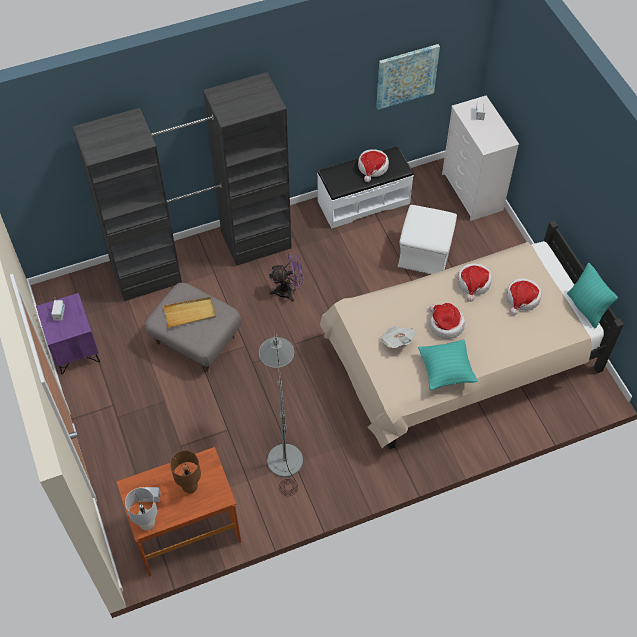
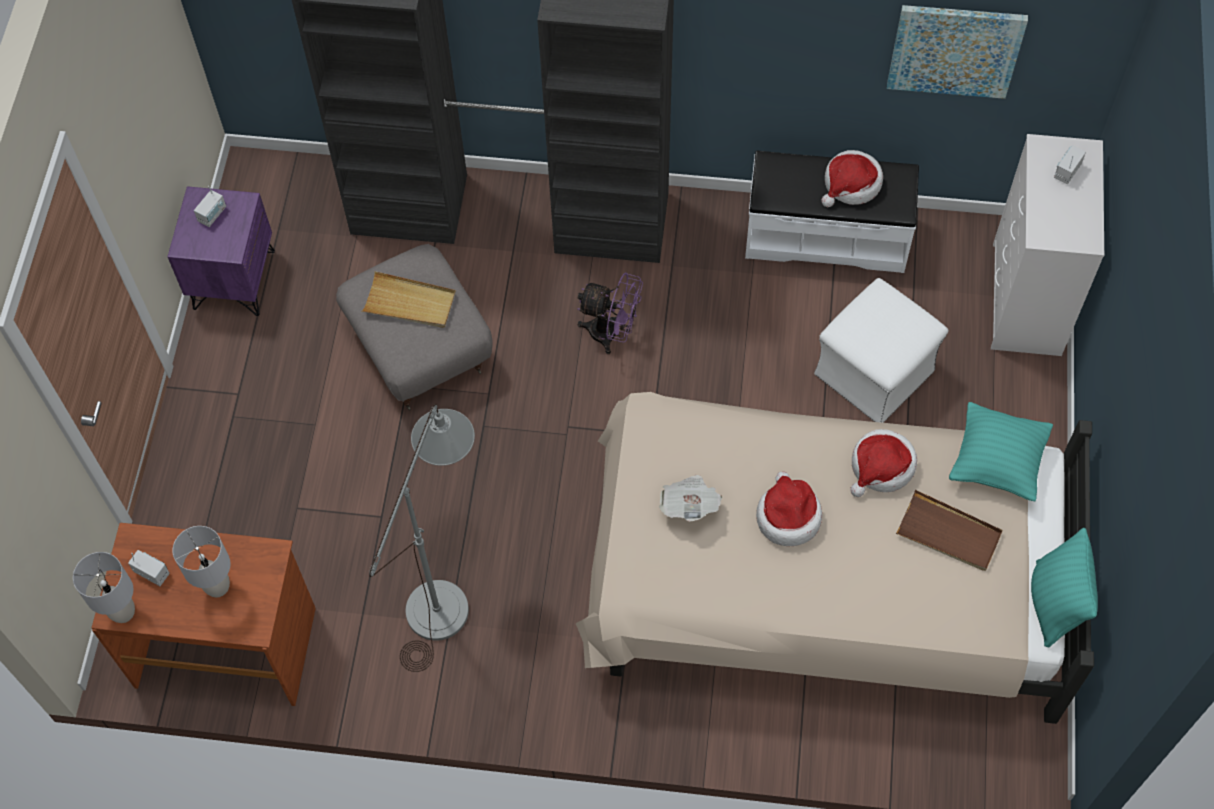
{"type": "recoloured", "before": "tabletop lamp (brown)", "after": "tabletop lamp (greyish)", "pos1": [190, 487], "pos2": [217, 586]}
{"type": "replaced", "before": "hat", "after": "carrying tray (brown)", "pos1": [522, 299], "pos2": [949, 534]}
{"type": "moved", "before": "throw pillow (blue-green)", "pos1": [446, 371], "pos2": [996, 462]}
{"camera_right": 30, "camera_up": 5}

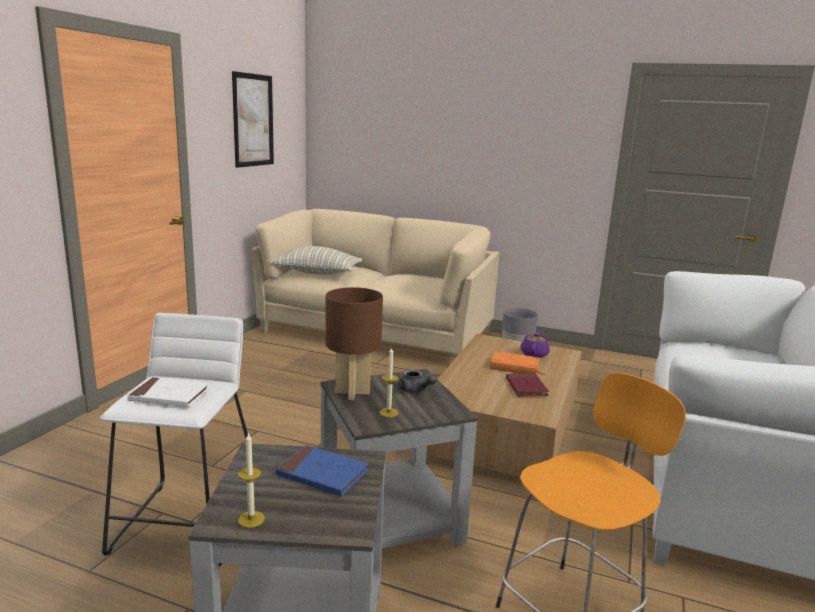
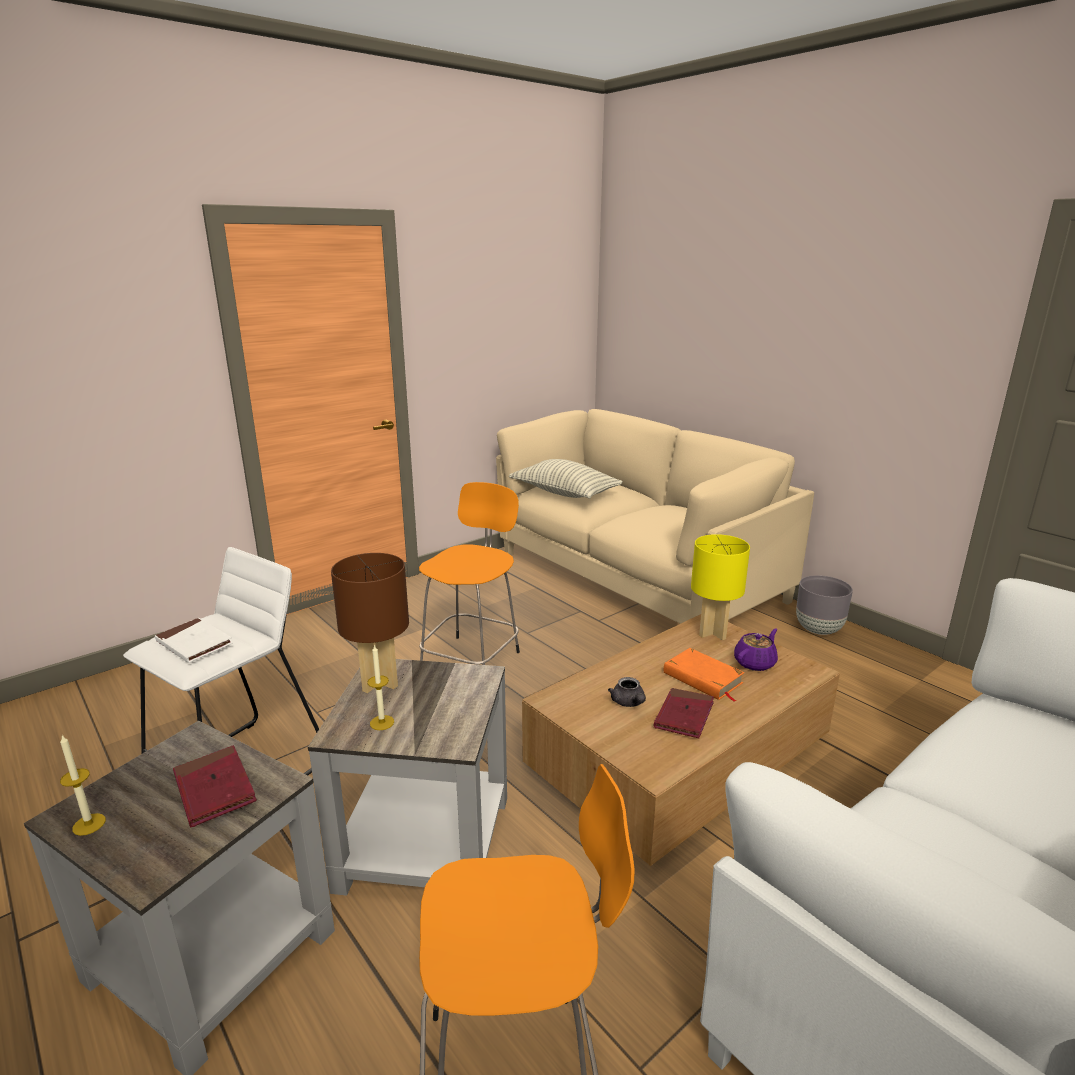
{"type": "recoloured", "before": "book (blue)", "after": "book (reddish)", "pos1": [322, 474], "pos2": [214, 789]}
{"type": "added", "after": "sitting stool (orange)", "pos2": [472, 660]}
{"type": "moved", "before": "pot for tea (greyish)", "pos1": [415, 391], "pos2": [629, 703]}
{"type": "added", "after": "tabletop lamp (yellowish)", "pos2": [712, 633]}
{"type": "removed", "before": "wall picture", "pos1": [253, 120]}
{"camera_right": 30, "camera_up": 5}

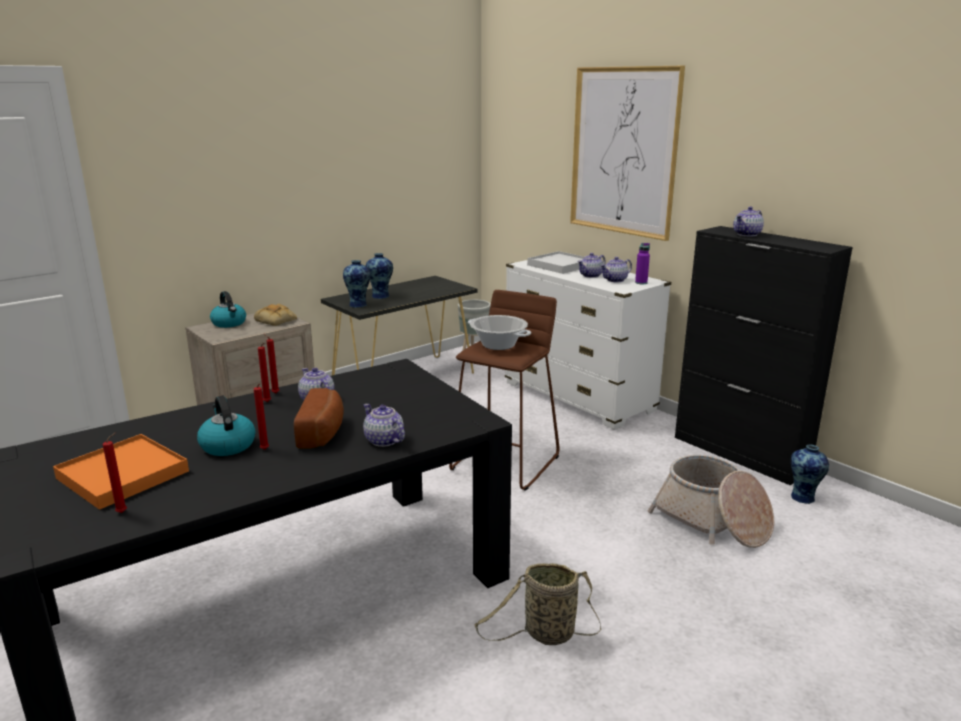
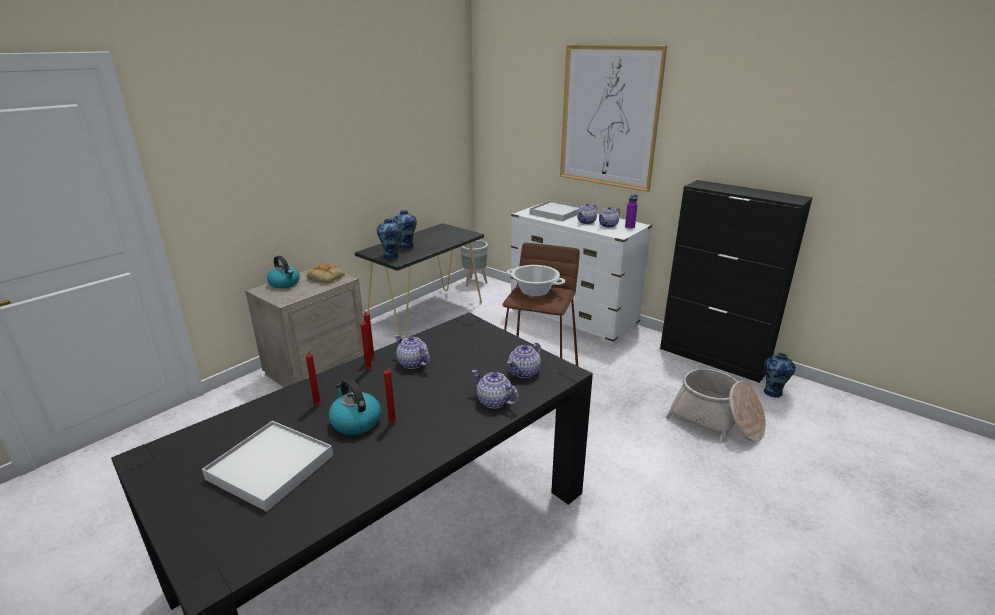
{"type": "recoloured", "before": "carrying tray (orange)", "after": "carrying tray (white)", "pos1": [123, 475], "pos2": [270, 467]}
{"type": "moved", "before": "wax light (reddish)", "pos1": [123, 512], "pos2": [318, 404]}
{"type": "moved", "before": "pot for tea", "pos1": [747, 234], "pos2": [524, 372]}
{"type": "removed", "before": "baked bread", "pos1": [323, 432]}
{"type": "removed", "before": "basket", "pos1": [545, 634]}
{"camera_right": -10, "camera_up": 5}

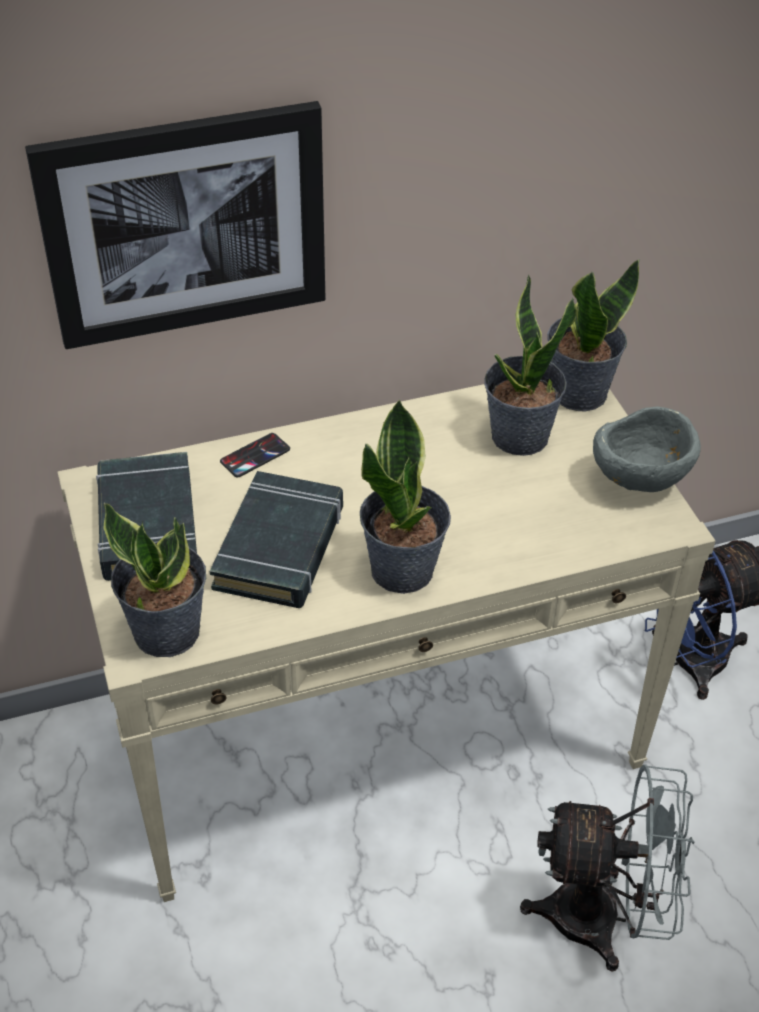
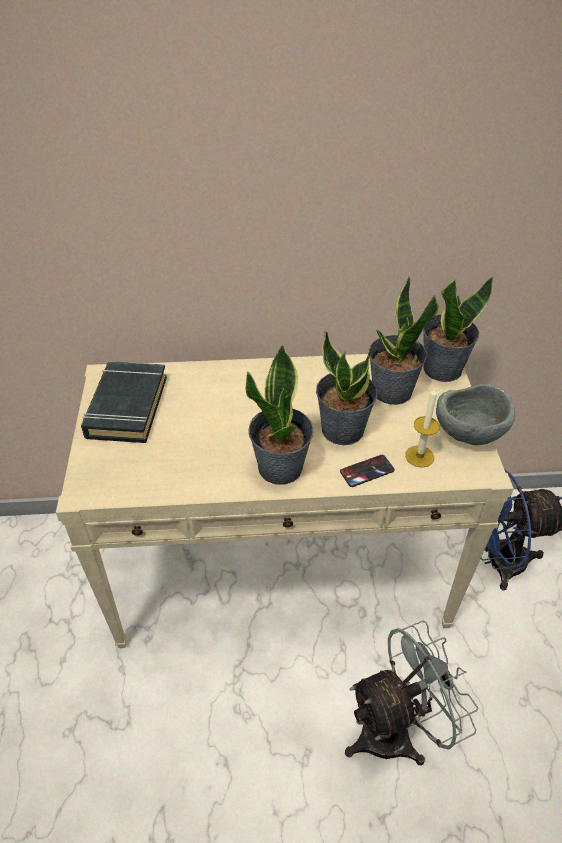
{"type": "moved", "before": "plant in a pot", "pos1": [166, 630], "pos2": [342, 429]}
{"type": "moved", "before": "handset", "pos1": [255, 455], "pos2": [367, 471]}
{"type": "turned", "before": "cooling fan (greyish)", "pos1": [604, 918], "pos2": [396, 730], "turn": -45}
{"type": "added", "after": "wax light", "pos2": [419, 456]}
{"type": "removed", "before": "wall picture", "pos1": [185, 225]}
{"type": "removed", "before": "book (black-coloured)", "pos1": [280, 547]}
{"camera_right": 15, "camera_up": 0}

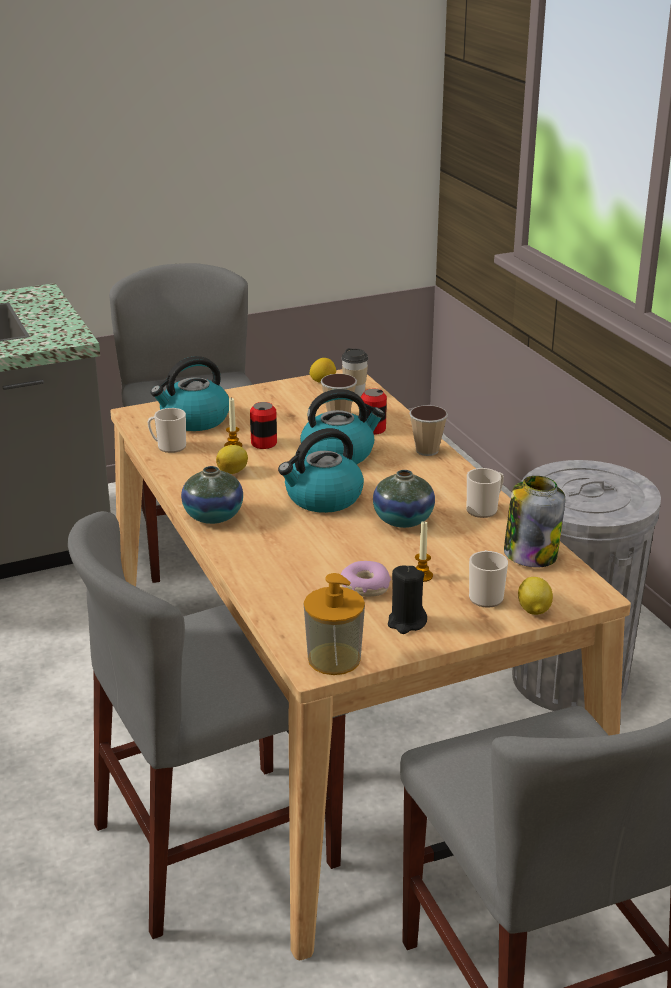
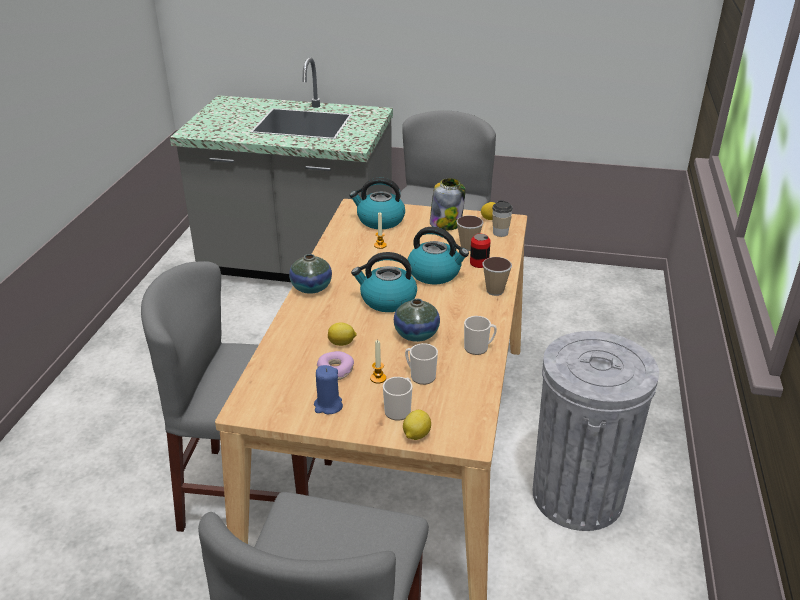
{"type": "recoloured", "before": "wax light (black-coloured)", "after": "wax light (blue)", "pos1": [406, 622], "pos2": [328, 406]}
{"type": "moved", "before": "citrus fruit", "pos1": [233, 471], "pos2": [342, 343]}
{"type": "moved", "before": "coffee mug", "pos1": [168, 447], "pos2": [420, 376]}
{"type": "moved", "before": "preserve jar", "pos1": [530, 554], "pos2": [446, 223]}
{"type": "removed", "before": "sealed can", "pos1": [264, 443]}
{"type": "removed", "before": "liquid soap bottle", "pos1": [334, 659]}
{"camera_right": 35, "camera_up": 5}

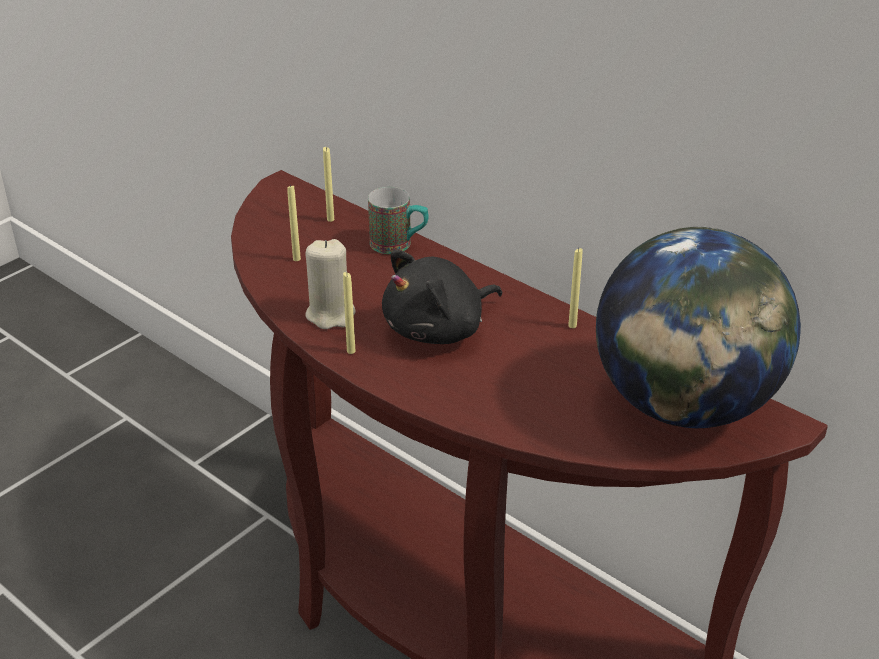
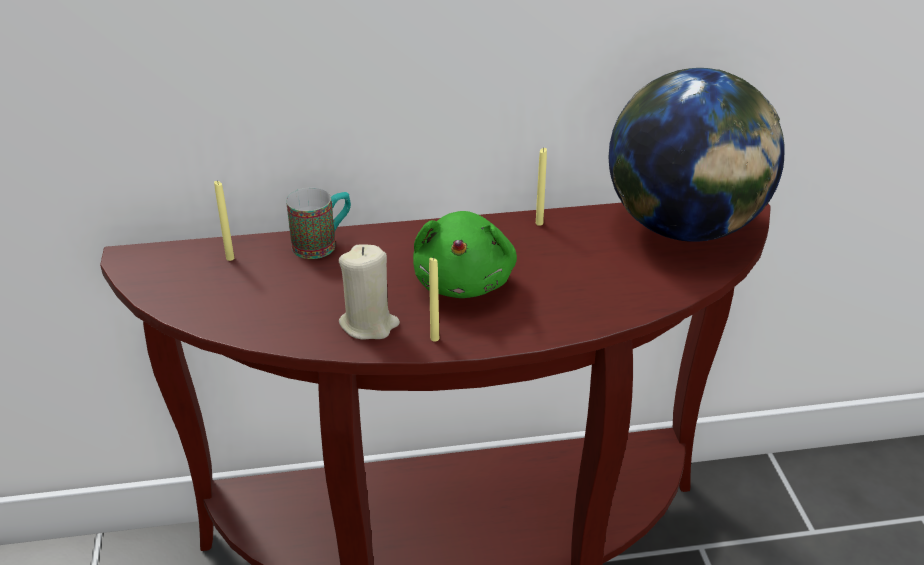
{"type": "recoloured", "before": "soft toy (black-coloured)", "after": "soft toy (green)", "pos1": [439, 329], "pos2": [464, 282]}
{"type": "removed", "before": "wax light (yellowish)", "pos1": [296, 259]}
{"camera_right": -50, "camera_up": 0}

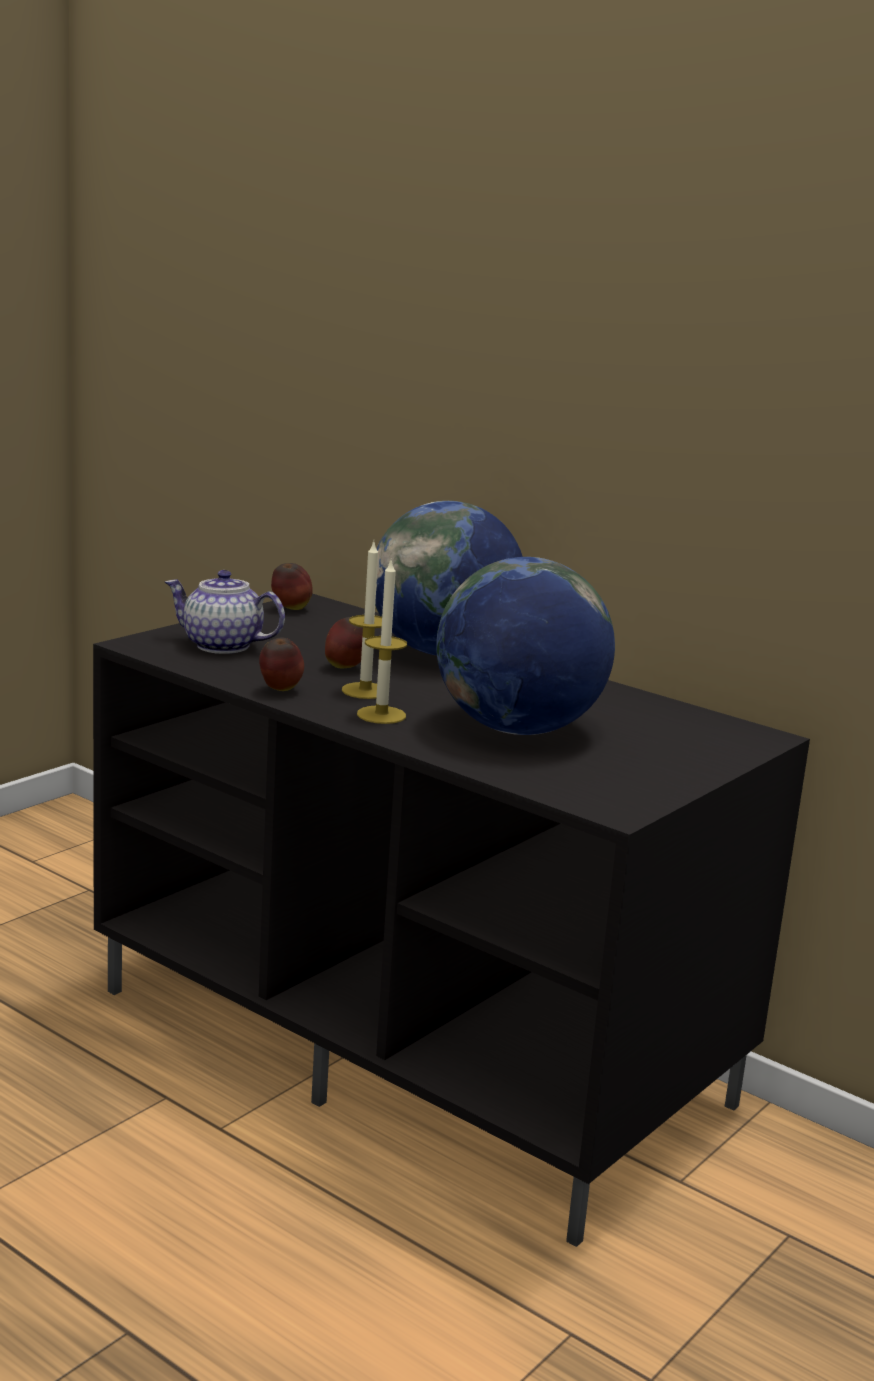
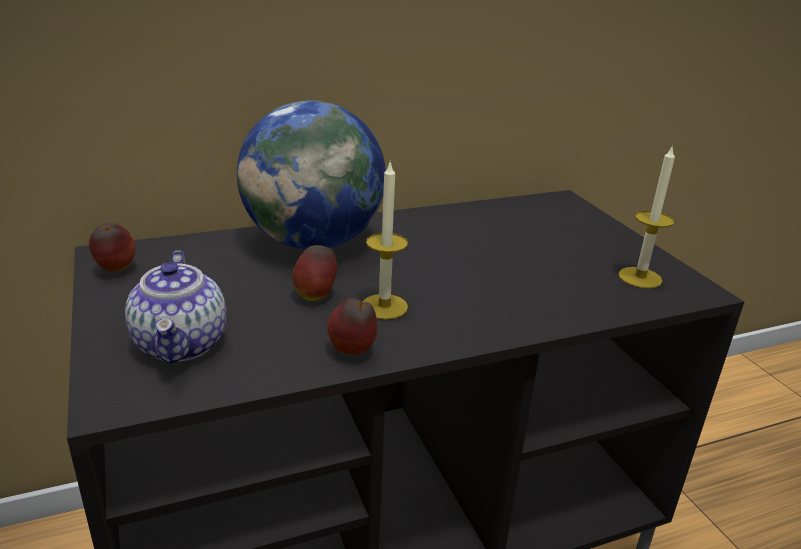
{"type": "turned", "before": "pot for tea", "pos1": [221, 646], "pos2": [182, 344], "turn": -60}
{"type": "moved", "before": "wax light", "pos1": [381, 715], "pos2": [640, 277]}
{"type": "removed", "before": "desk globe", "pos1": [517, 729]}
{"camera_right": -60, "camera_up": 10}

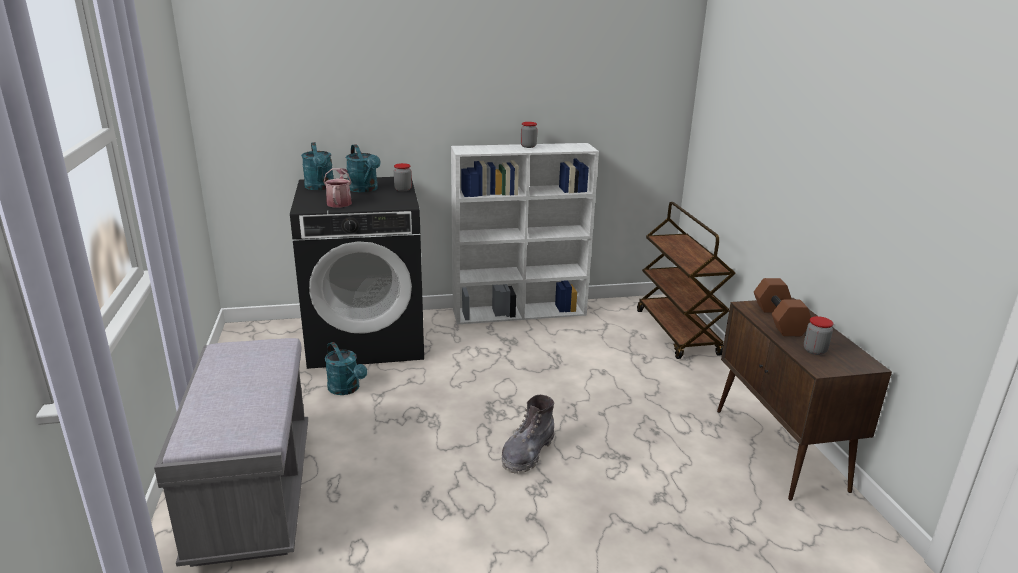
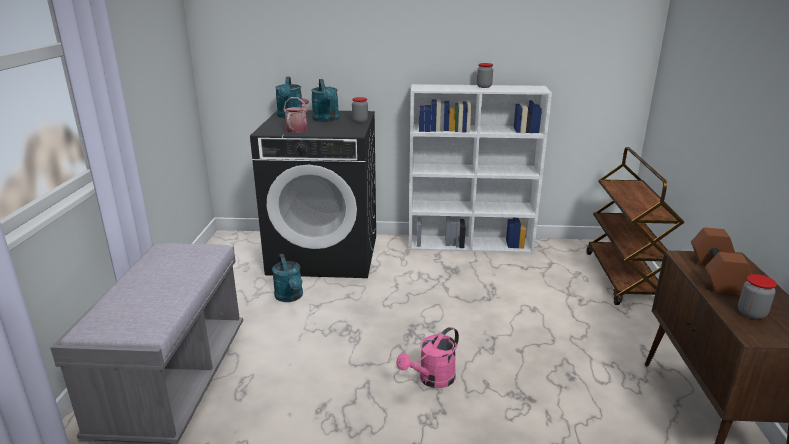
{"type": "replaced", "before": "tall boot (greyish)", "after": "watering can (pinkish)", "pos1": [527, 453], "pos2": [432, 380]}
{"camera_right": 15, "camera_up": 0}

